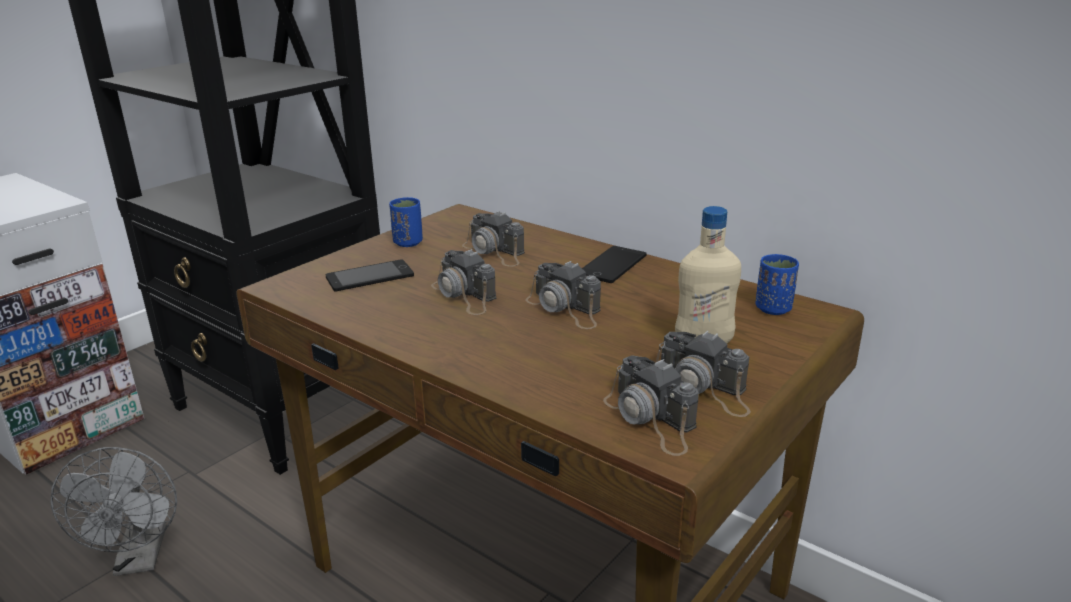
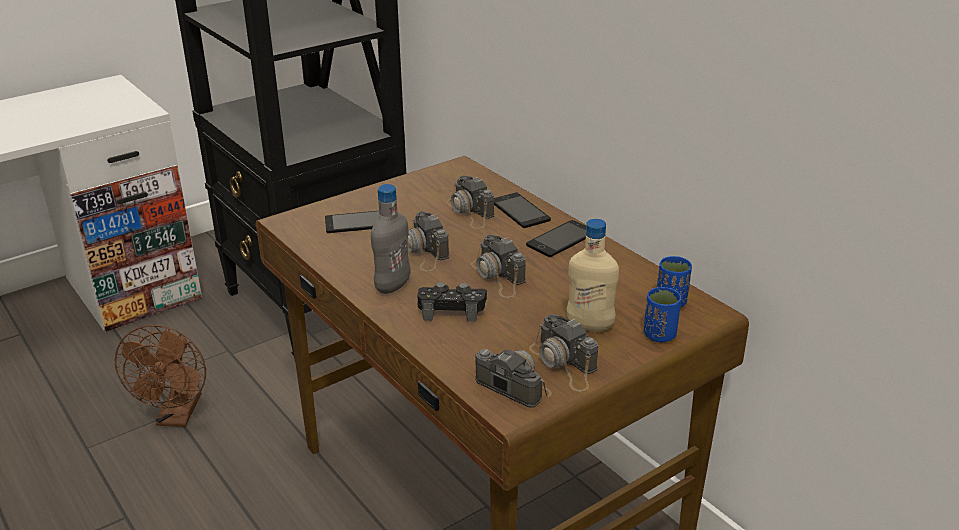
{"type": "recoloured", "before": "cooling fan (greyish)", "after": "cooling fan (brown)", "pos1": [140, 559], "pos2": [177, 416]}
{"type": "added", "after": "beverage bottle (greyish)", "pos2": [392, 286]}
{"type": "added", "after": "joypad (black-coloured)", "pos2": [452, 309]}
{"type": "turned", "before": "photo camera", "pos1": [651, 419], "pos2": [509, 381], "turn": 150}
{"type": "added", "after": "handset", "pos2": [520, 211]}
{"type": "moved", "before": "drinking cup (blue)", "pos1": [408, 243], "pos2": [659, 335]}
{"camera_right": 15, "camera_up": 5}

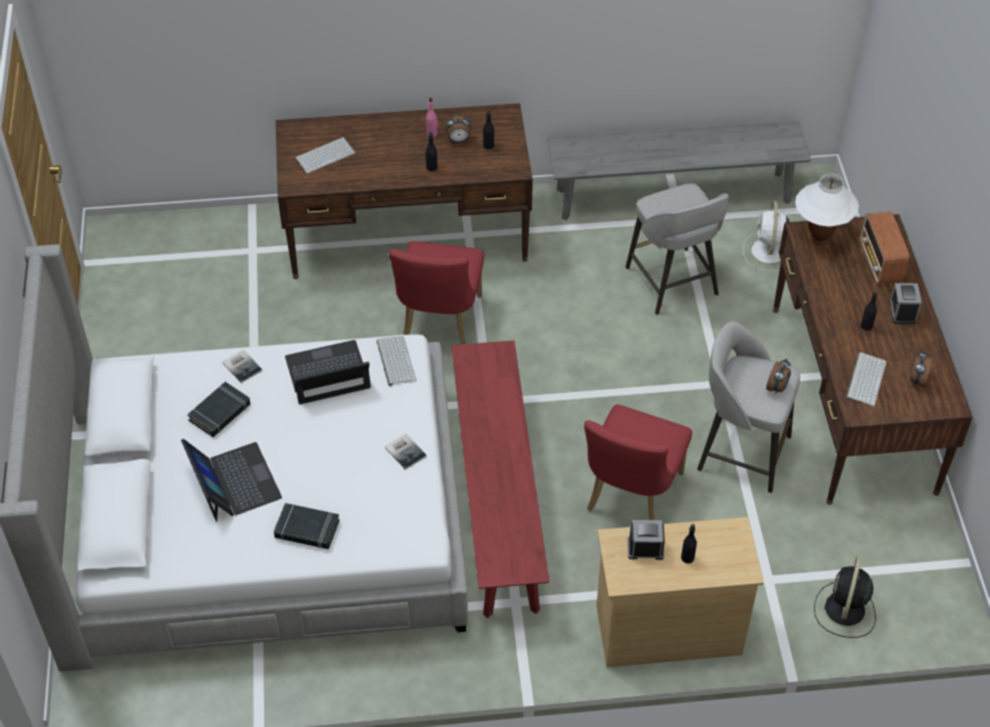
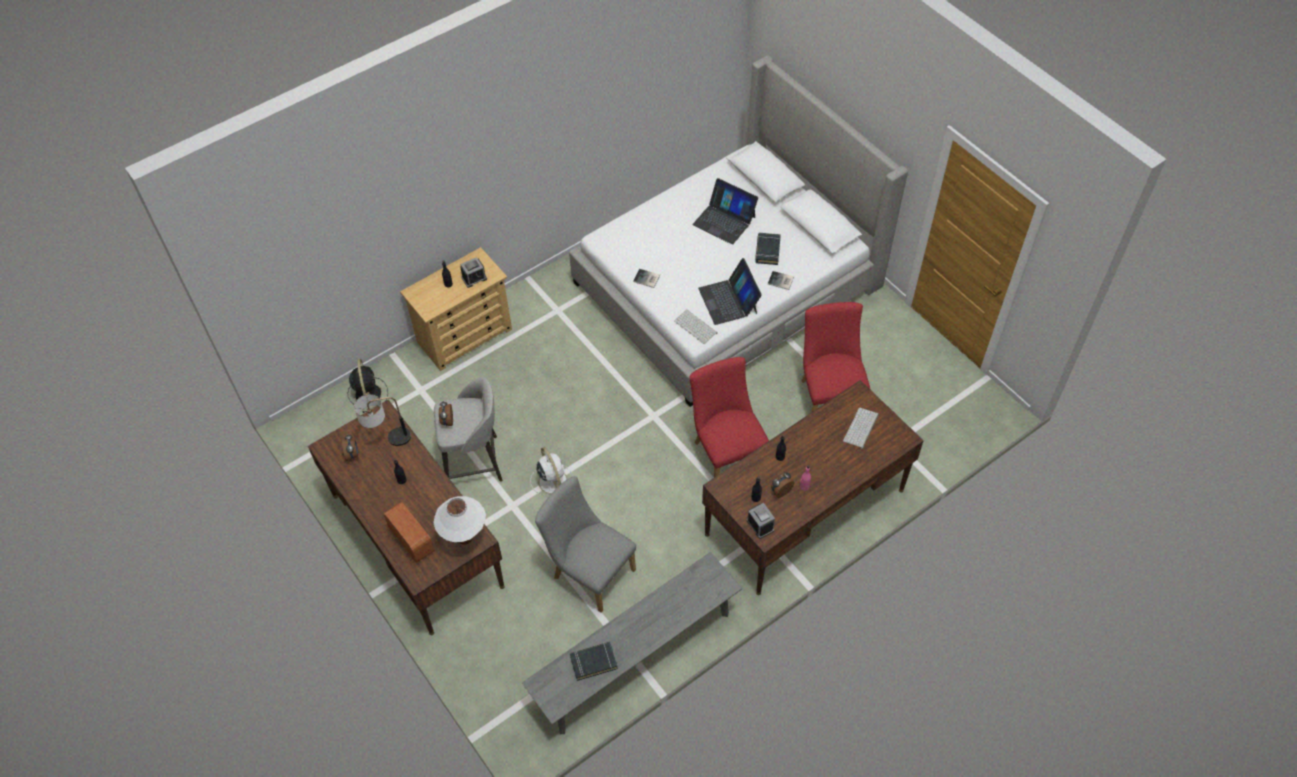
{"type": "replaced", "before": "PC keyboard", "after": "tabletop lamp", "pos1": [865, 379], "pos2": [388, 439]}
{"type": "moved", "before": "cooling fan (white)", "pos1": [768, 253], "pos2": [552, 480]}
{"type": "replaced", "before": "sitting stool (greyish)", "after": "chair (greyish)", "pos1": [673, 283], "pos2": [589, 571]}
{"type": "moved", "before": "book (black-coloured)", "pos1": [306, 529], "pos2": [593, 662]}
{"type": "turned", "before": "notebook computer", "pos1": [328, 373], "pos2": [728, 300], "turn": 120}
{"type": "moved", "before": "table clock", "pos1": [902, 312], "pos2": [760, 525]}
{"type": "moved", "before": "chair (reddish)", "pos1": [630, 497], "pos2": [829, 395]}
{"type": "removed", "before": "indoor bench (reddish)", "pos1": [497, 500]}
{"camera_right": 150, "camera_up": 5}

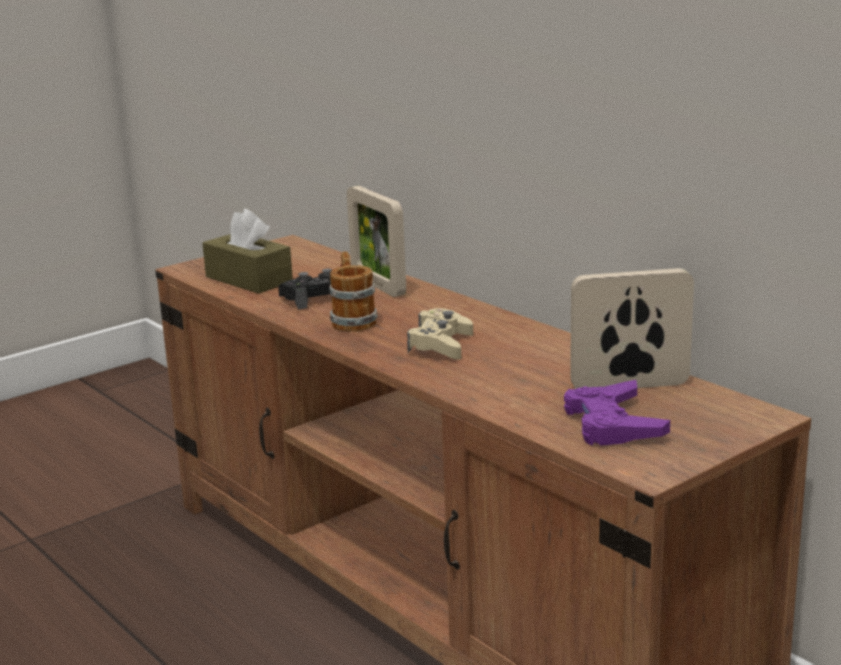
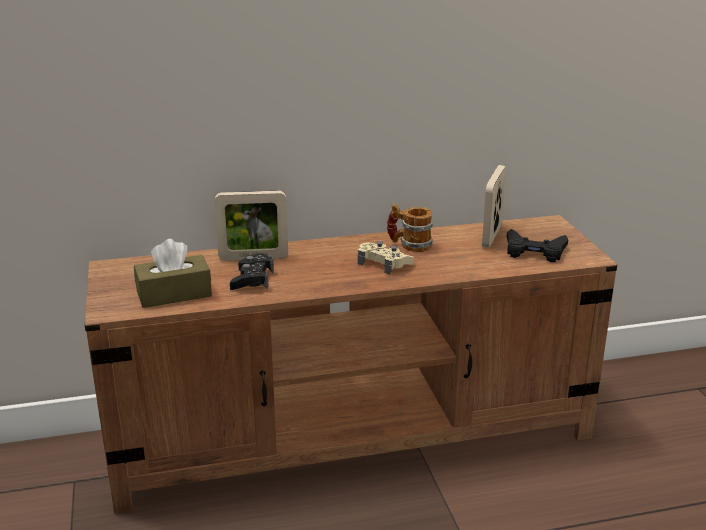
{"type": "moved", "before": "coffee mug", "pos1": [352, 320], "pos2": [409, 245]}
{"type": "recoloured", "before": "joypad (purplish)", "after": "joypad (black-coloured)", "pos1": [612, 424], "pos2": [534, 251]}
{"camera_right": -65, "camera_up": 5}

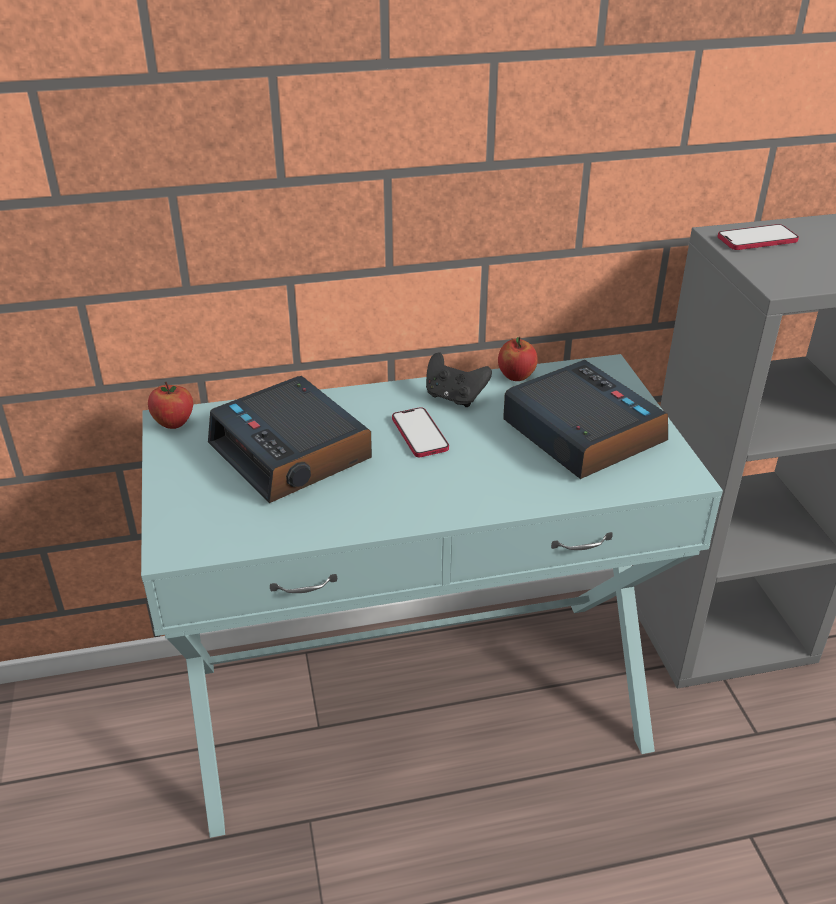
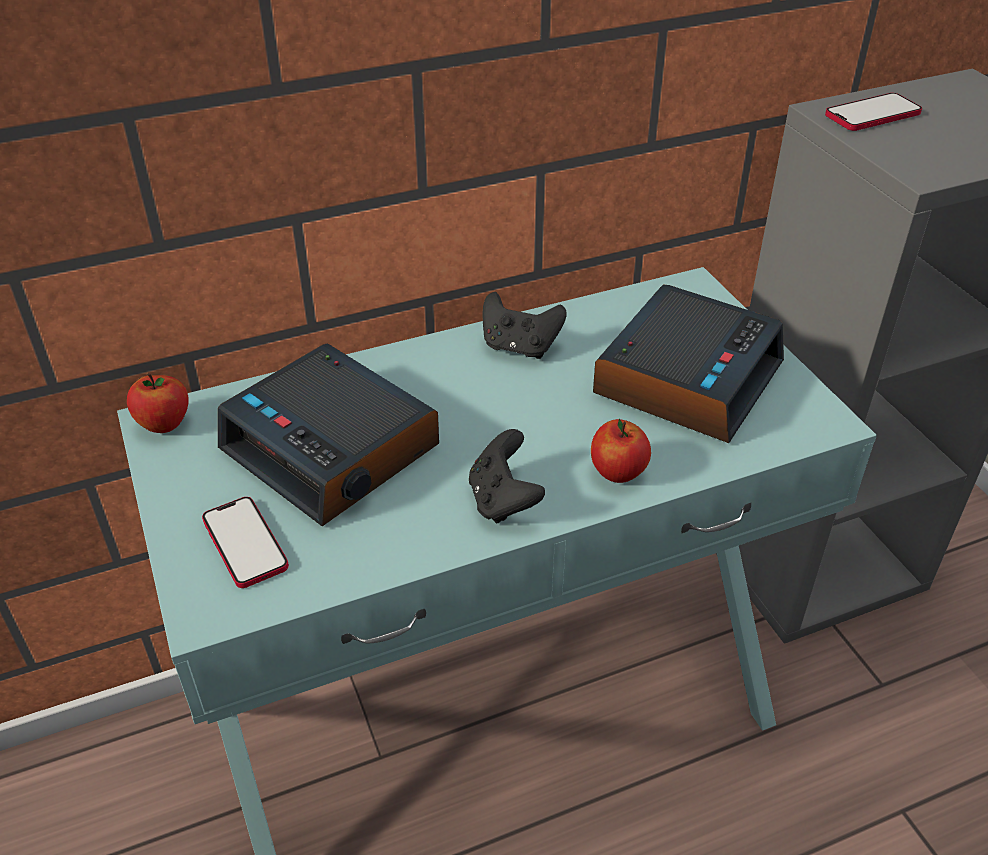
{"type": "moved", "before": "handset", "pos1": [419, 434], "pos2": [245, 544]}
{"type": "added", "after": "joypad (black-coloured)", "pos2": [503, 500]}
{"type": "moved", "before": "whole apple", "pos1": [516, 376], "pos2": [618, 473]}
{"type": "turned", "before": "table clock", "pos1": [580, 432], "pos2": [687, 377], "turn": 75}
{"camera_right": -10, "camera_up": 5}

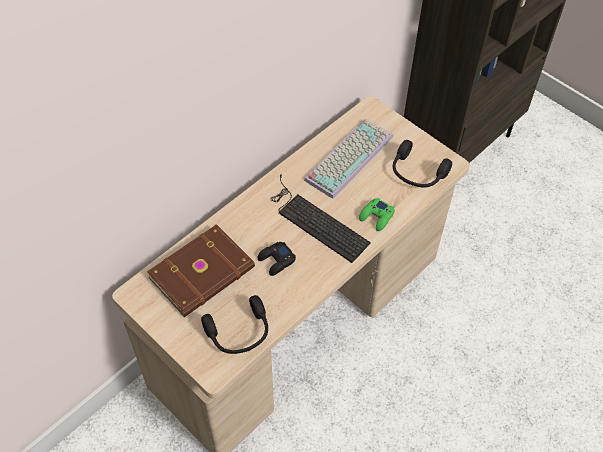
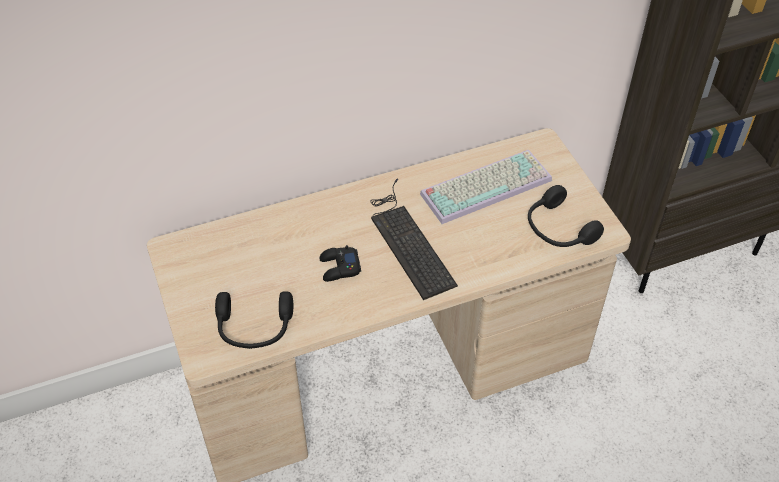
{"type": "removed", "before": "book (brown)", "pos1": [203, 273]}
{"type": "removed", "before": "joypad (green)", "pos1": [376, 217]}
{"camera_right": 25, "camera_up": -5}

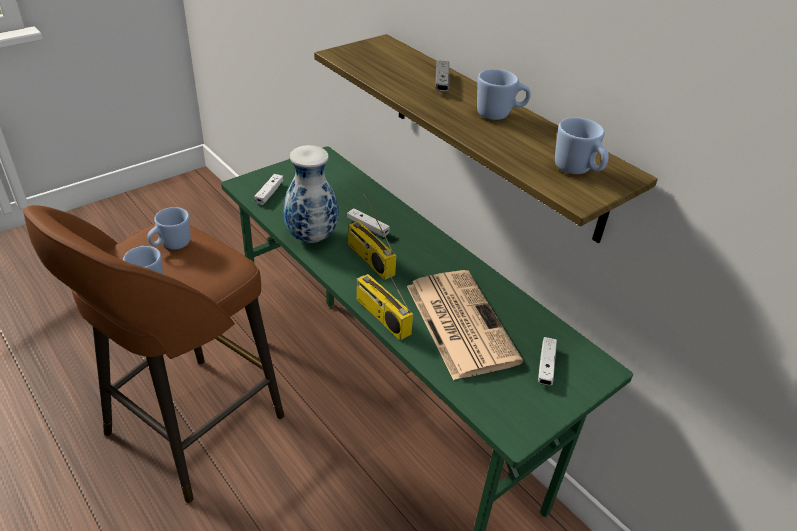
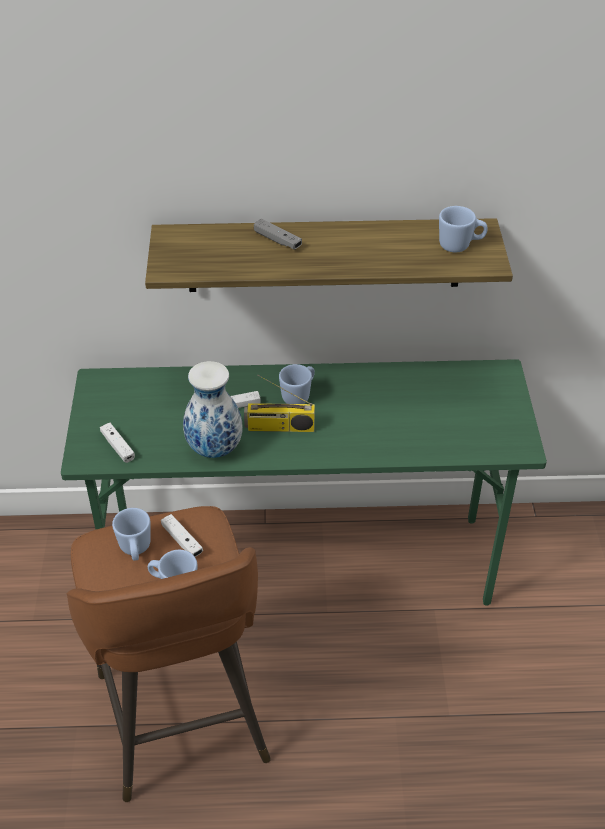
{"type": "moved", "before": "joypad (white)", "pos1": [546, 366], "pos2": [182, 540]}
{"type": "moved", "before": "coffee mug (blue)", "pos1": [499, 115], "pos2": [299, 395]}
{"type": "removed", "before": "radio", "pos1": [381, 316]}
{"type": "removed", "before": "daily paper", "pos1": [459, 322]}
{"camera_right": -50, "camera_up": 5}

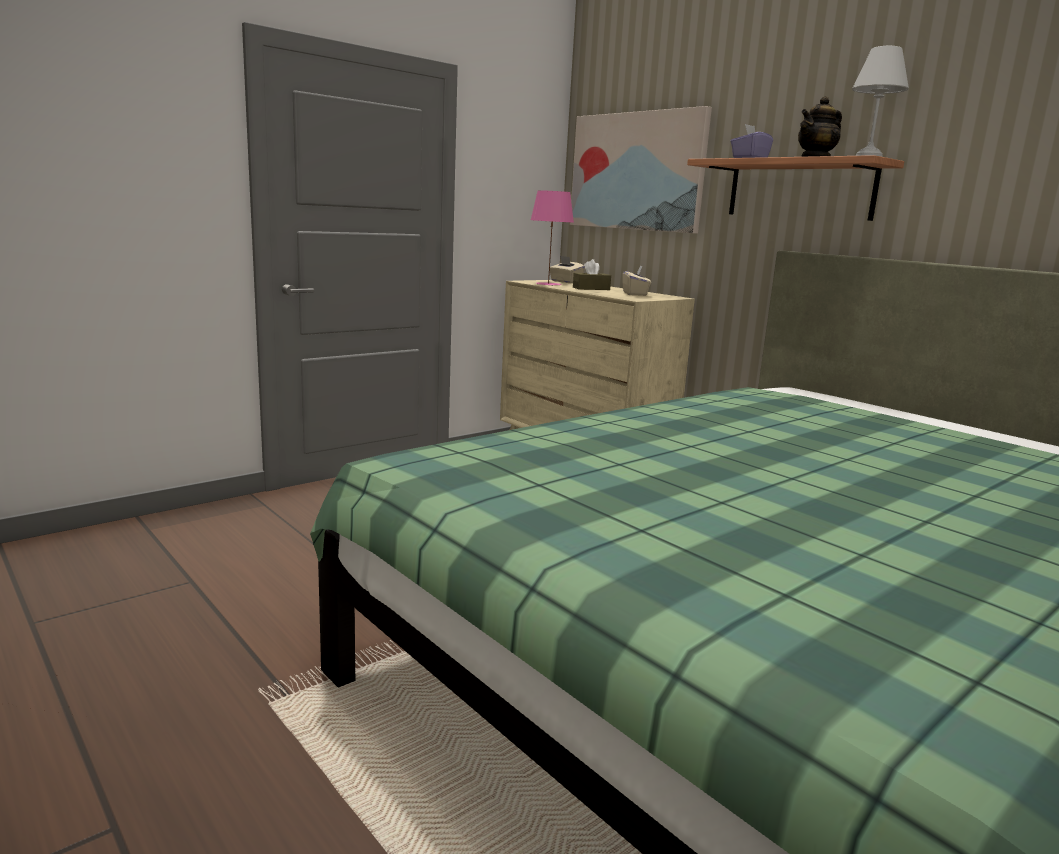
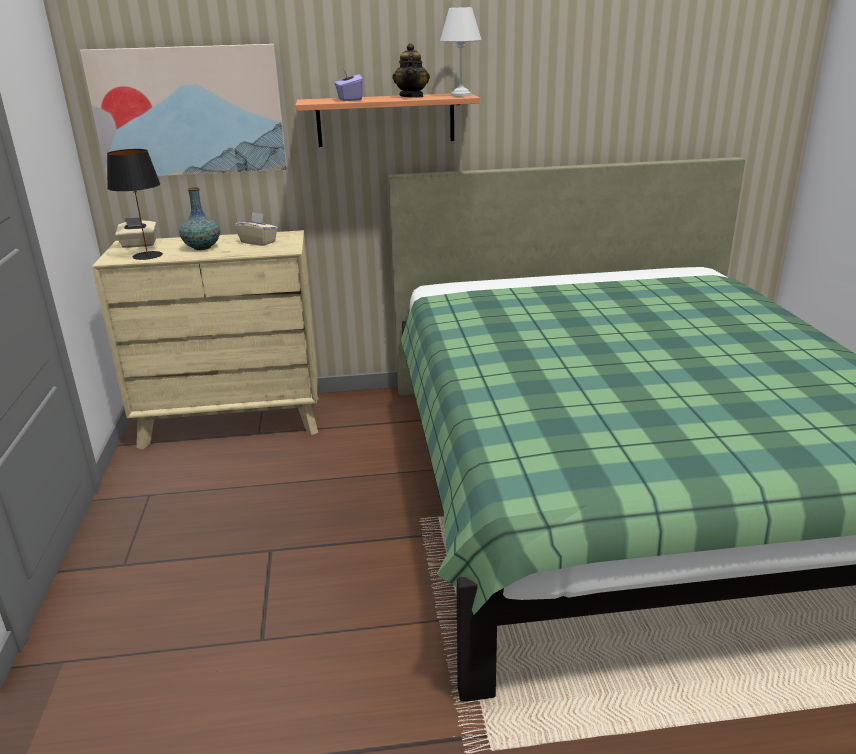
{"type": "recoloured", "before": "tabletop lamp (pinkish)", "after": "tabletop lamp (black-coloured)", "pos1": [548, 284], "pos2": [147, 256]}
{"type": "replaced", "before": "tissue box (brown)", "after": "vase", "pos1": [591, 288], "pos2": [202, 248]}
{"camera_right": -55, "camera_up": 10}

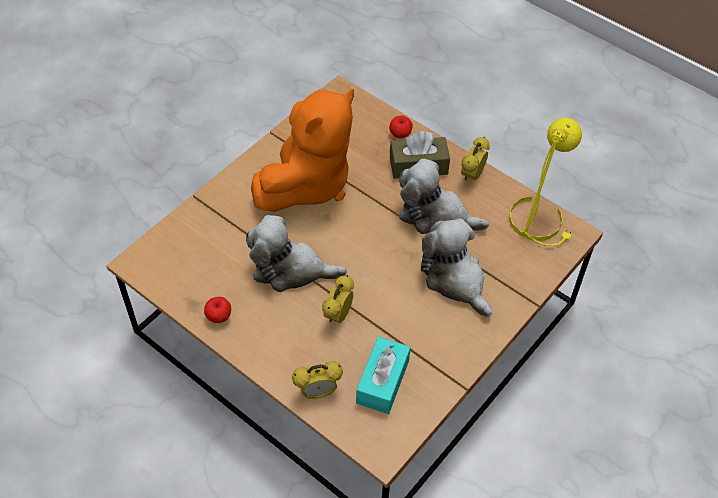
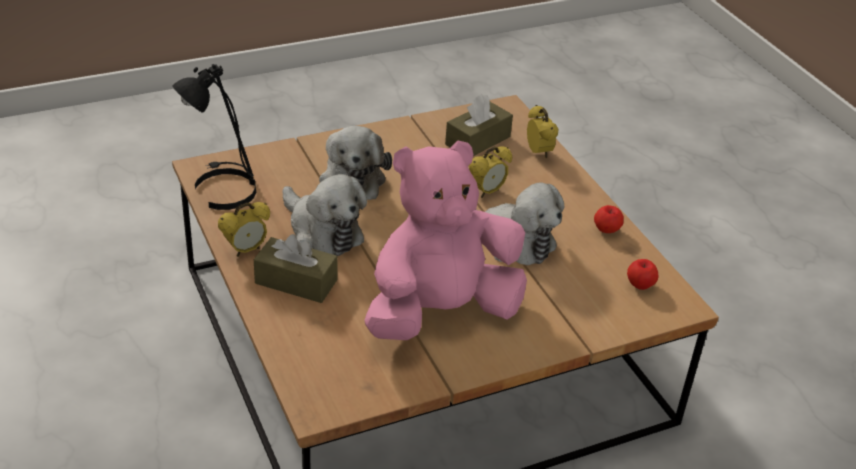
{"type": "recoloured", "before": "tabletop lamp (yellowish)", "after": "tabletop lamp (black-coloured)", "pos1": [539, 221], "pos2": [223, 189]}
{"type": "recoloured", "before": "soft toy (orange)", "after": "soft toy (pinkish)", "pos1": [308, 183], "pos2": [440, 312]}
{"type": "recoloured", "before": "tissue box (blue-green)", "after": "tissue box (brown)", "pos1": [382, 381], "pos2": [477, 141]}
{"type": "turned", "before": "table clock", "pos1": [318, 392], "pos2": [538, 153], "turn": 60}
{"type": "moved", "before": "whole apple", "pos1": [400, 134], "pos2": [640, 285]}
{"camera_right": -155, "camera_up": -15}

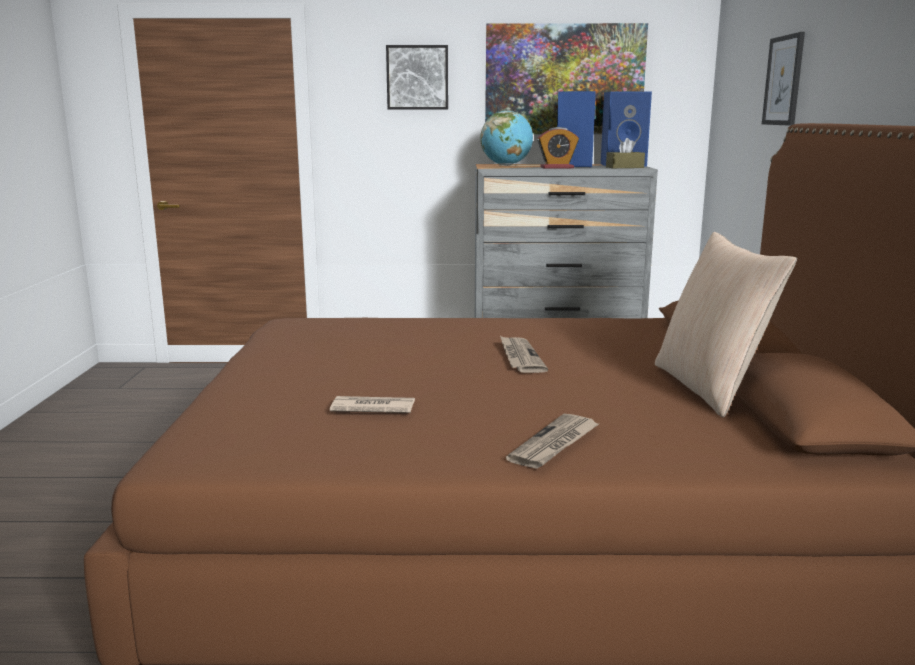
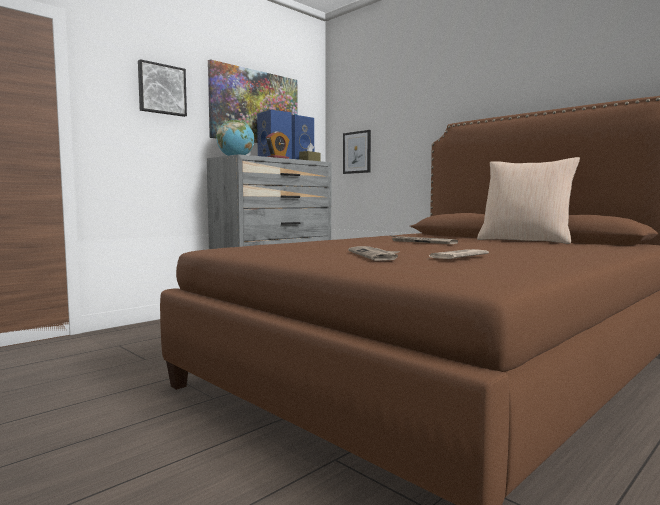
{"type": "moved", "before": "wall picture", "pos1": [784, 80], "pos2": [357, 152]}
{"type": "moved", "before": "daily paper", "pos1": [554, 444], "pos2": [374, 255]}
{"camera_right": -45, "camera_up": -10}

